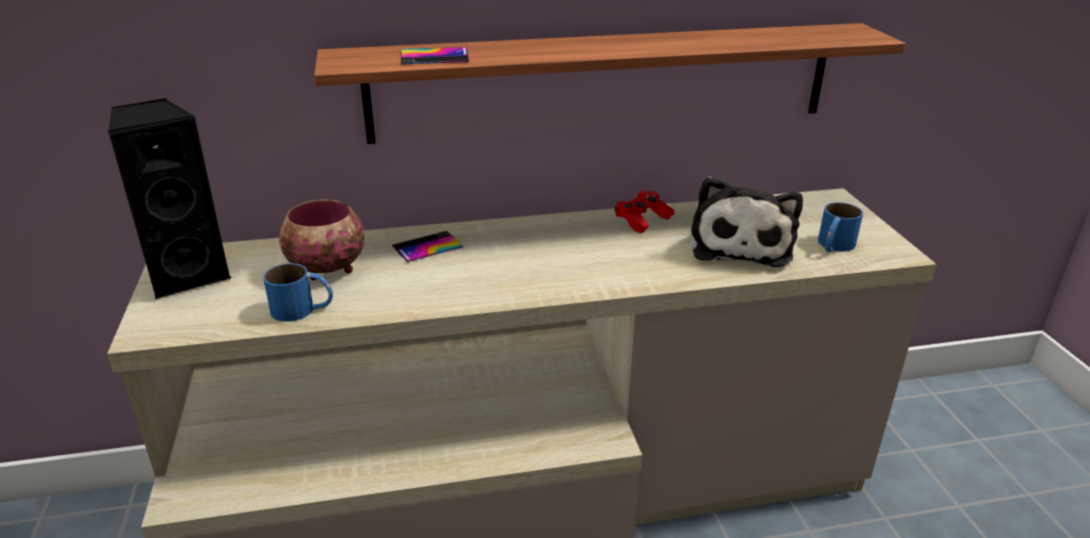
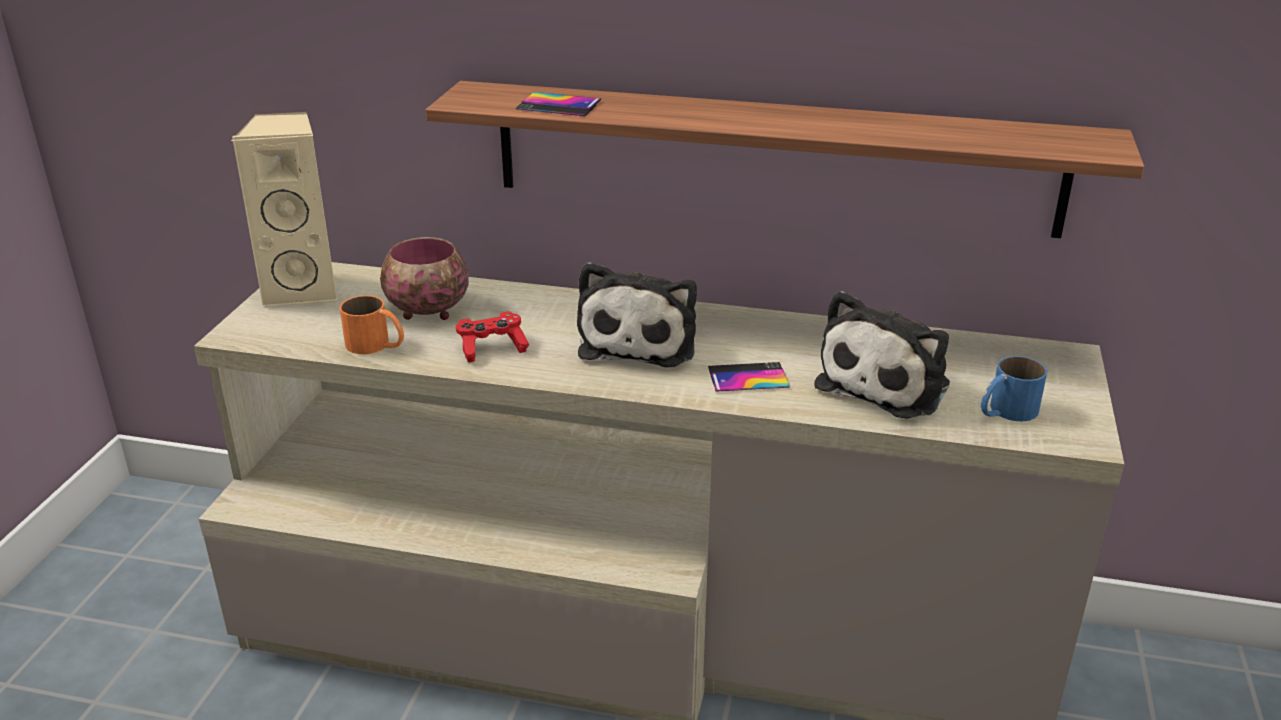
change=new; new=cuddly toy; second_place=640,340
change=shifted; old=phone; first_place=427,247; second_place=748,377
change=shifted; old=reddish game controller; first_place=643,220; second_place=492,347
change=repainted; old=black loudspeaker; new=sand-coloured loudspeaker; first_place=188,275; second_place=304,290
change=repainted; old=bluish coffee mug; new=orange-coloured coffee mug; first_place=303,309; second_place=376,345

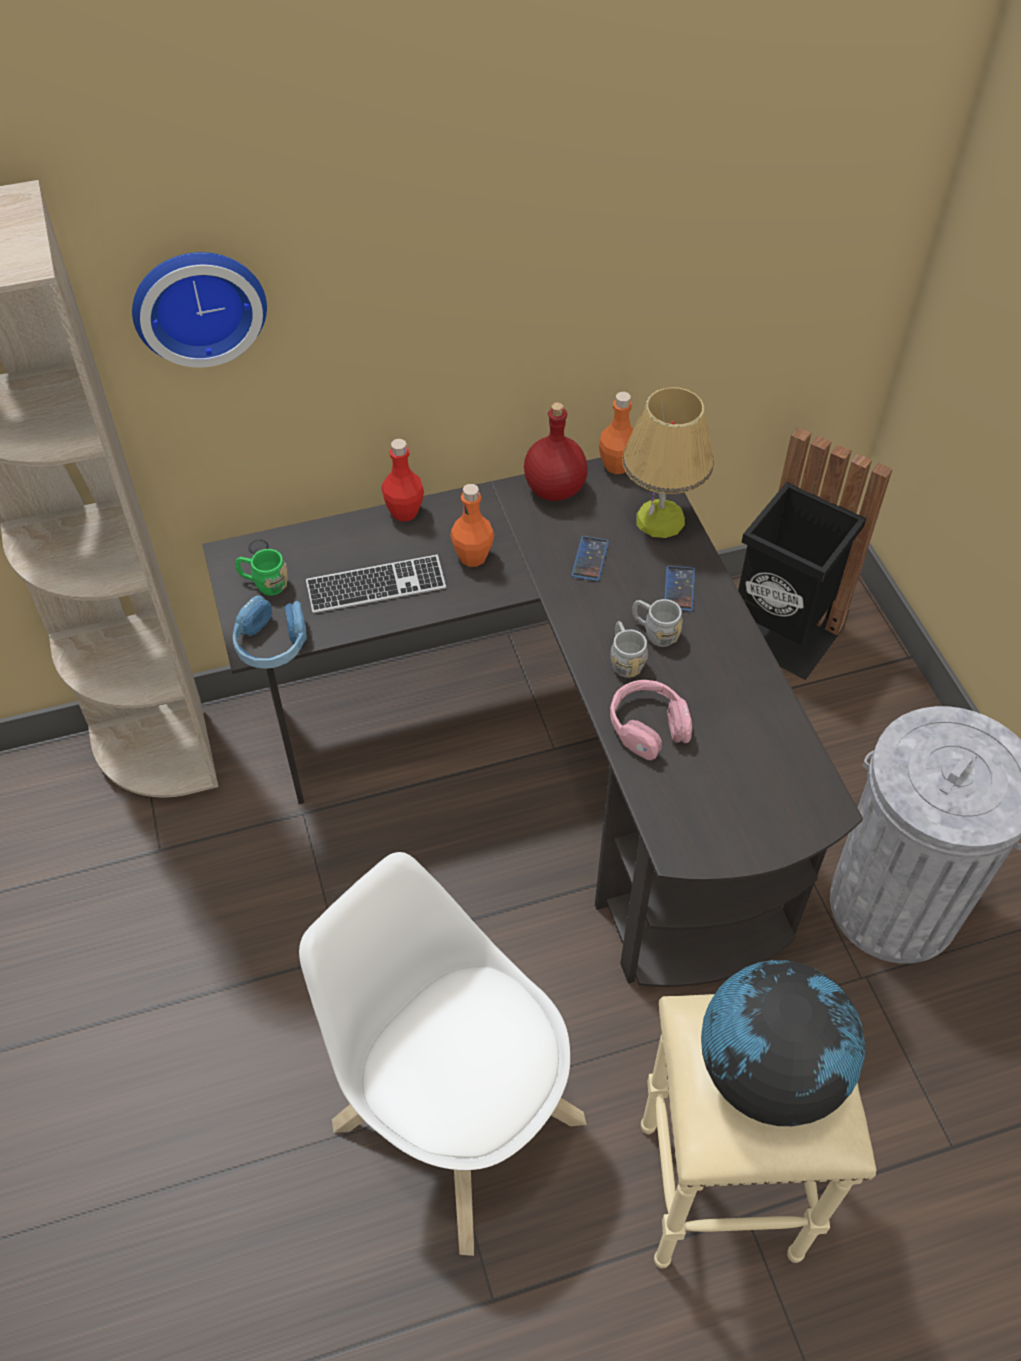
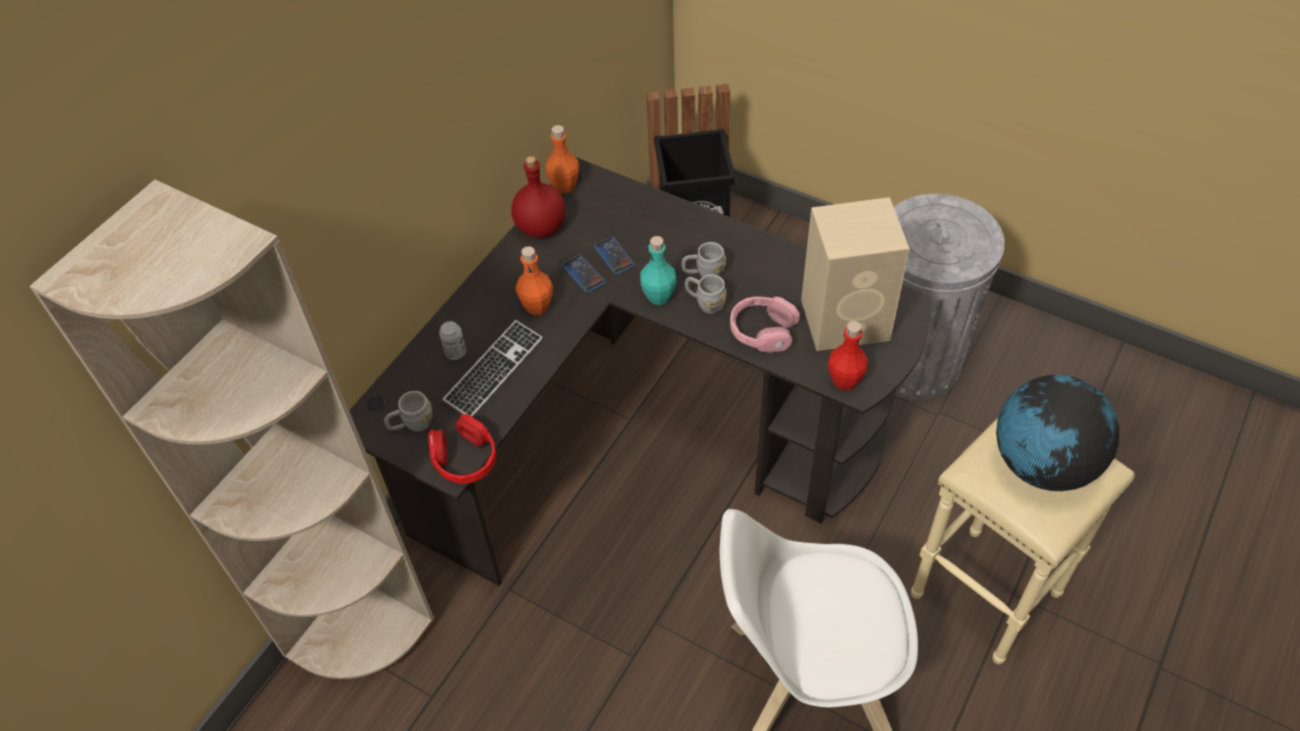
change=gone; old=wall clock; first_place=198,303
change=gone; old=tabletop lamp; first_place=660,519
change=new; new=sealed can; second_place=455,353
change=new; new=blue-green drink bottle; second_place=658,296
change=new; new=sand-coloured loudspeaker; second_place=847,319
change=shifted; old=reddish drink bottle; first_place=404,512; second_place=844,381
change=shifted; old=phone; first_place=679,589; second_place=583,274
change=repainted; old=bluish headset; new=reddish headset; first_place=272,644; second_place=465,459
change=repainted; old=green-coloured coffee mug; new=grey coffee mug; first_place=264,584; second_place=411,425

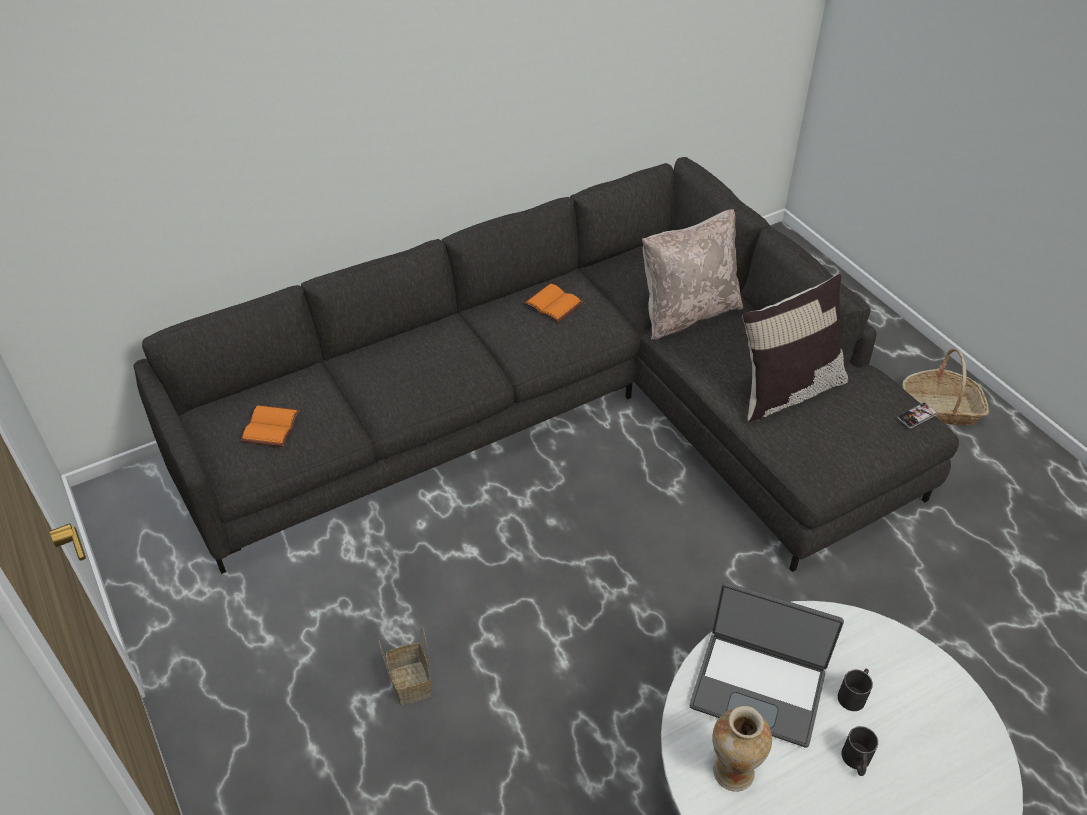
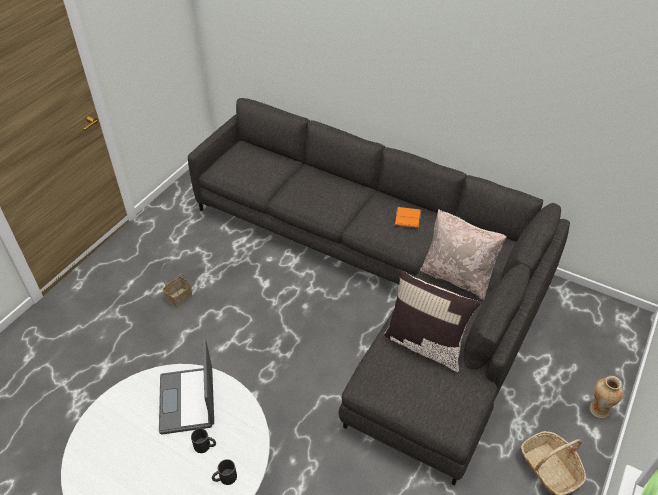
change=gone; old=orange-coloured book; first_place=272,428
change=gone; old=phone; first_place=916,416
change=shifted; old=flower vase; first_place=732,772; second_place=598,409
change=shifted; old=black coffee mug; first_place=856,762; second_place=224,478

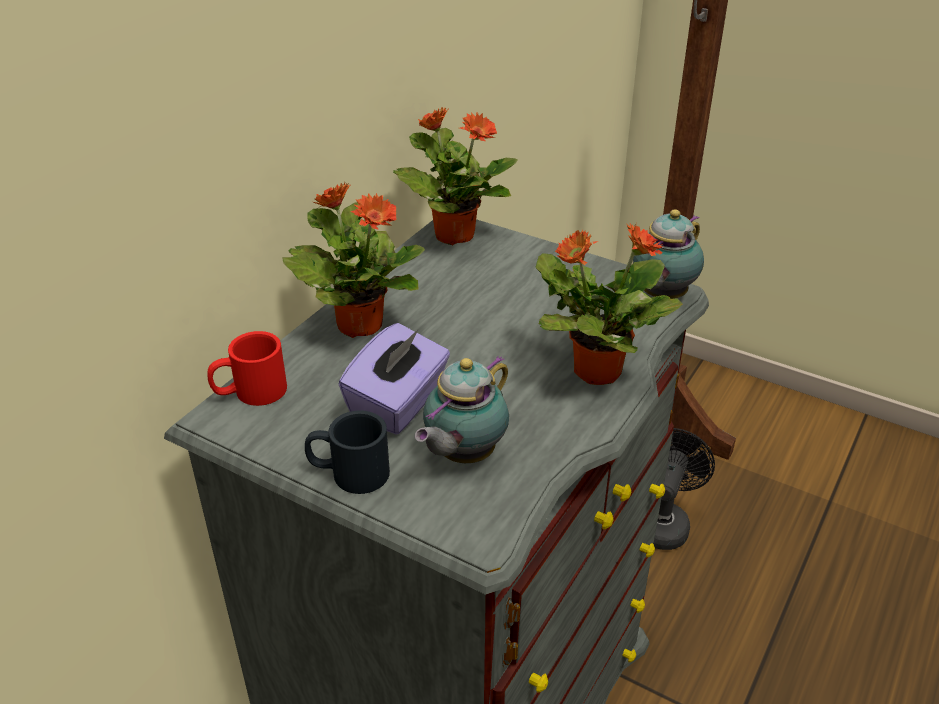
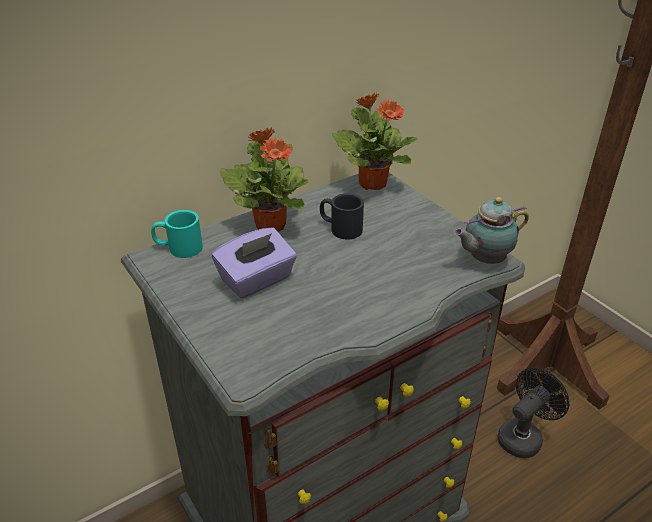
change=gone; old=tea pot; first_place=462,455
change=gone; old=houseplant; first_place=595,370
change=shifted; old=black coffee mug; first_place=348,473; second_place=340,228
change=repainted; old=reddish coffee mug; new=blue-green coffee mug; first_place=250,392; second_place=178,248

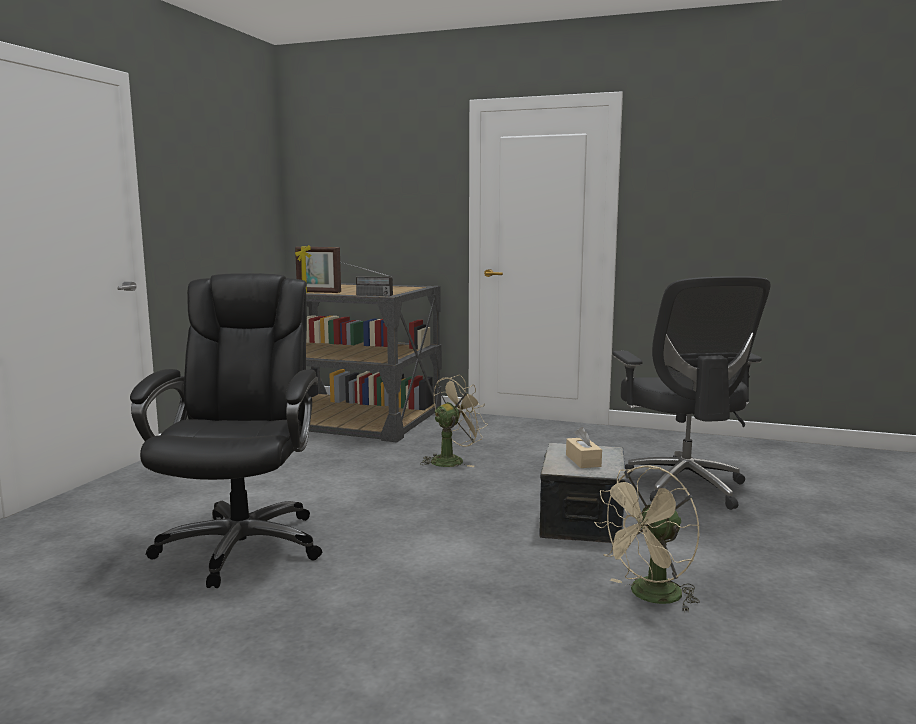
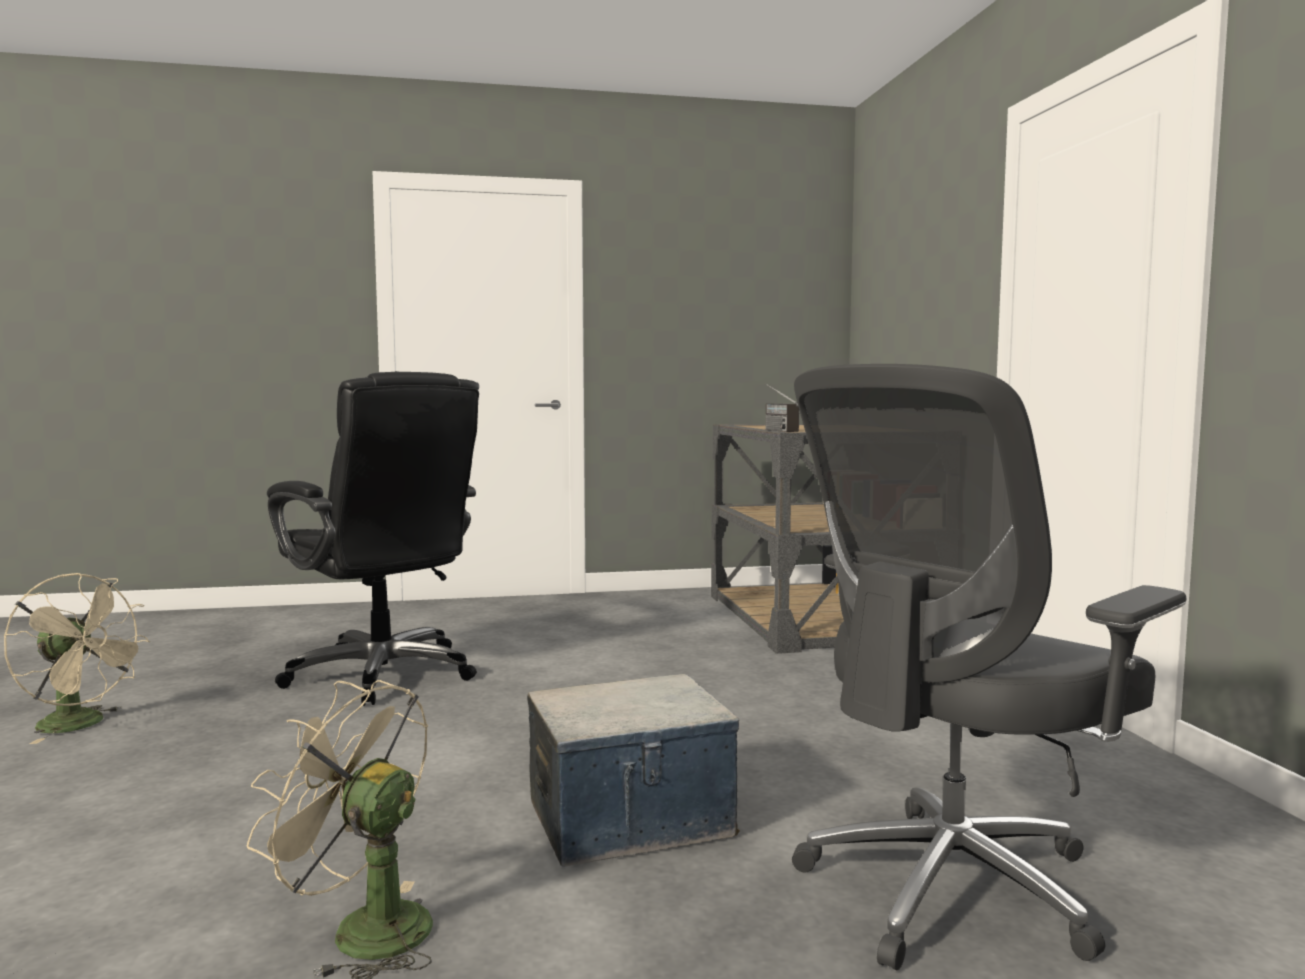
change=gone; old=standing frame; first_place=318,292
change=gone; old=sand-coloured box of tissues; first_place=583,461
change=shifted; old=sand-coloured electric fan; first_place=452,460; second_place=82,725
change=rotated; old=black desk chair; first_place=241,546; second_place=383,673; degrees=75

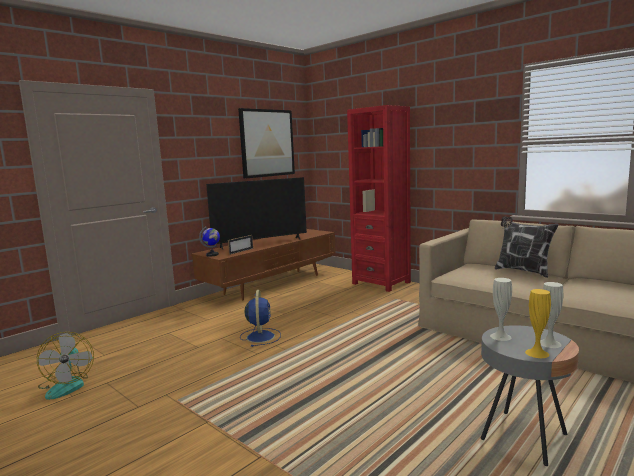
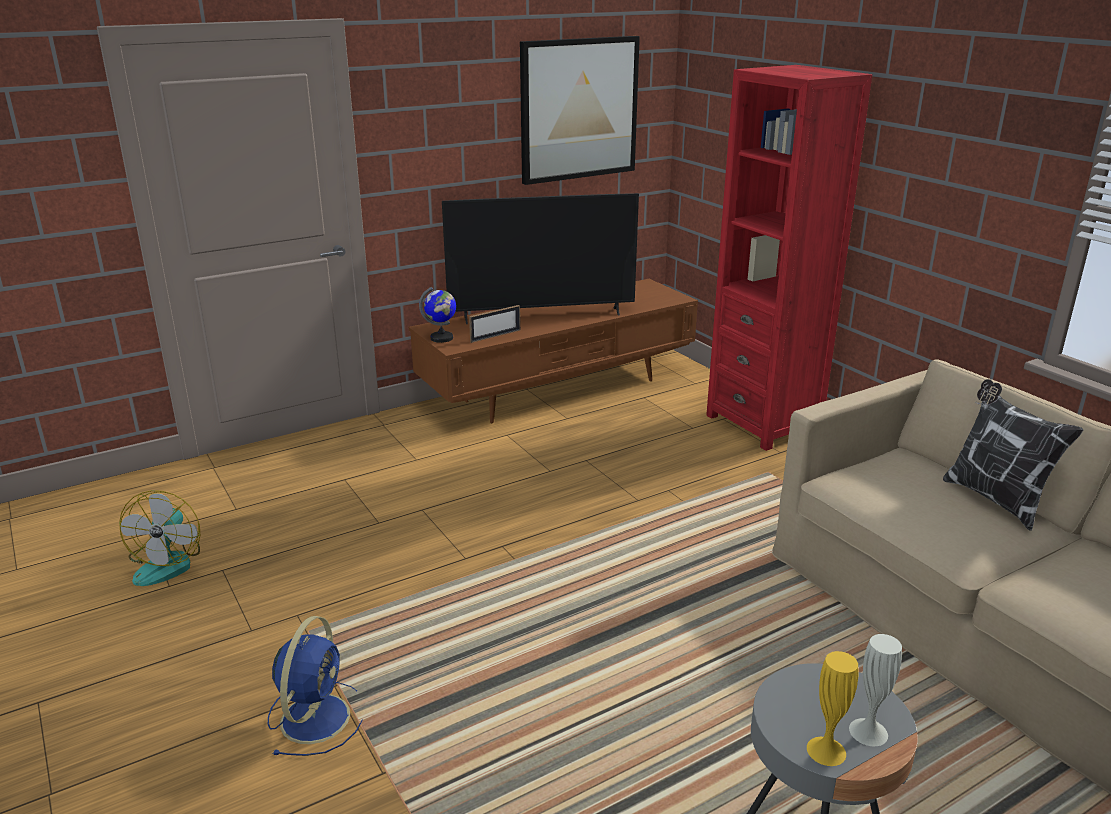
change=gone; old=white-coloured flower vase; first_place=500,336
change=shifted; old=bluish electric fan; first_place=260,336; second_place=316,716

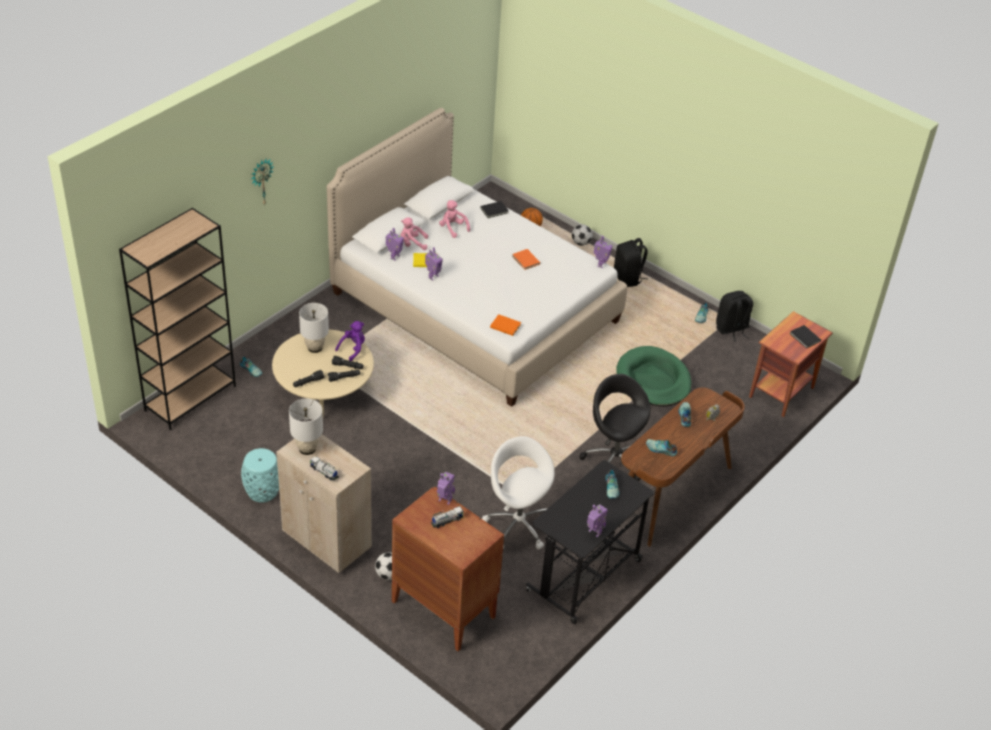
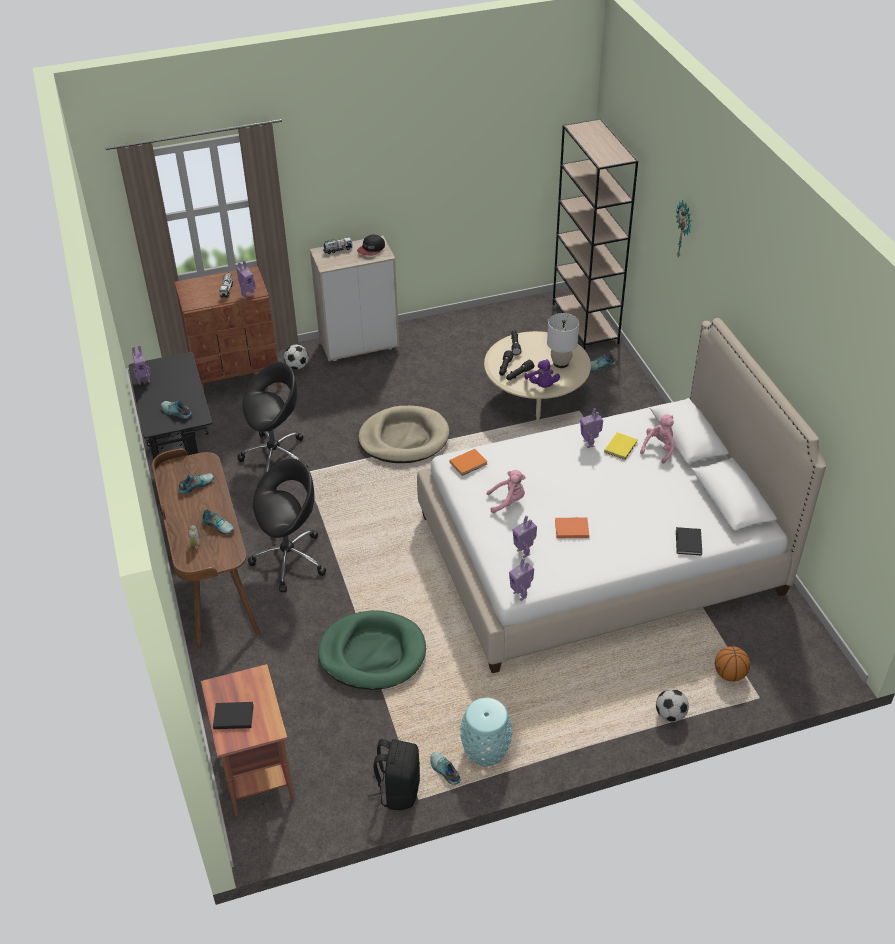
change=gone; old=black backpack; first_place=628,278
change=new; new=sand-coloured dog bed; second_place=404,438
change=shifted; old=blue-green stool seat; first_place=262,491; second_place=486,750
change=shifted; old=toy robot; first_place=394,257; second_place=524,552
change=shifted; old=pink cuddly toy; first_place=453,228; second_place=508,501
change=swapped; old=white-coloured tabletop lamp; new=peaked cap; first_place=307,448; second_place=371,249
change=repainted; old=white-coloured desk chair; new=black desk chair; first_place=517,524; second_place=277,457

